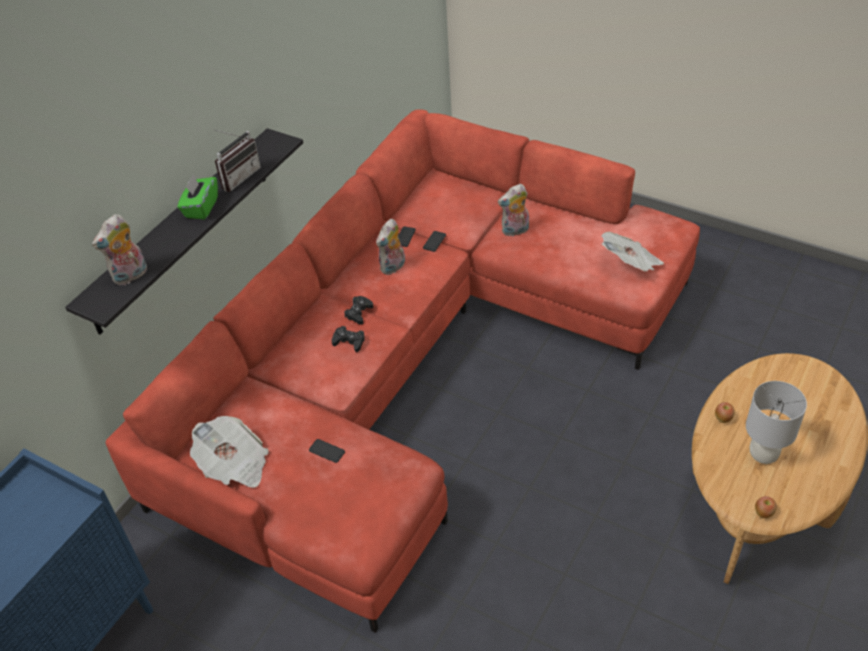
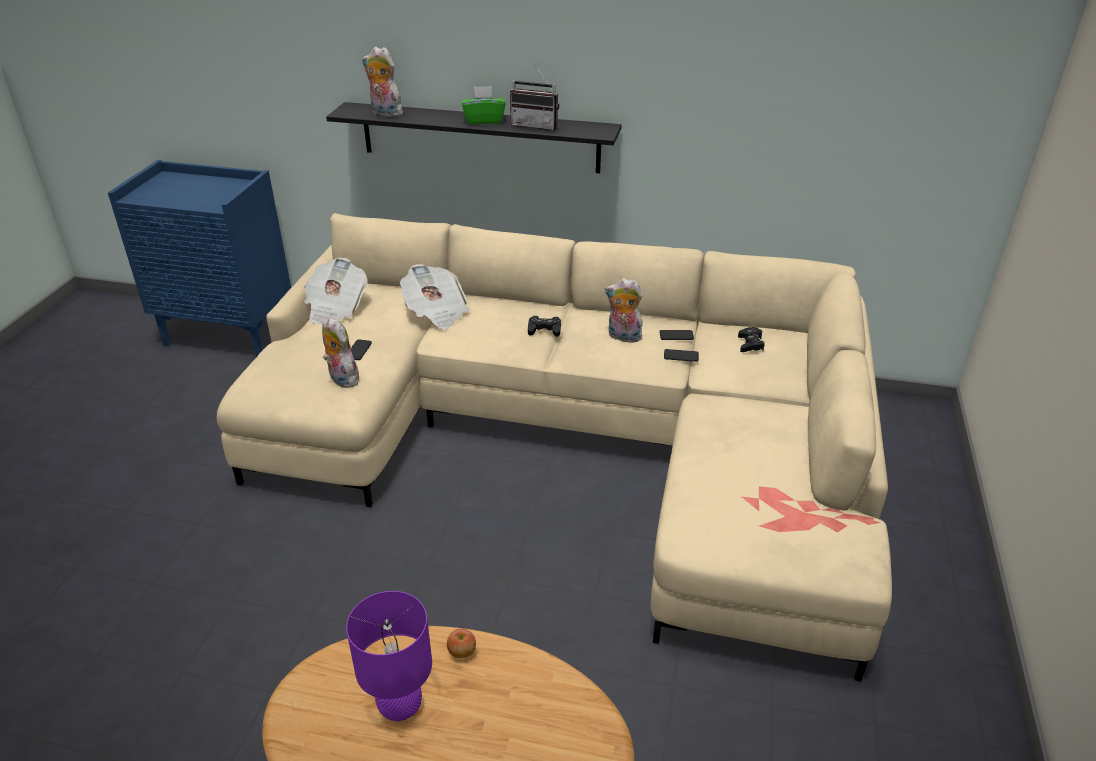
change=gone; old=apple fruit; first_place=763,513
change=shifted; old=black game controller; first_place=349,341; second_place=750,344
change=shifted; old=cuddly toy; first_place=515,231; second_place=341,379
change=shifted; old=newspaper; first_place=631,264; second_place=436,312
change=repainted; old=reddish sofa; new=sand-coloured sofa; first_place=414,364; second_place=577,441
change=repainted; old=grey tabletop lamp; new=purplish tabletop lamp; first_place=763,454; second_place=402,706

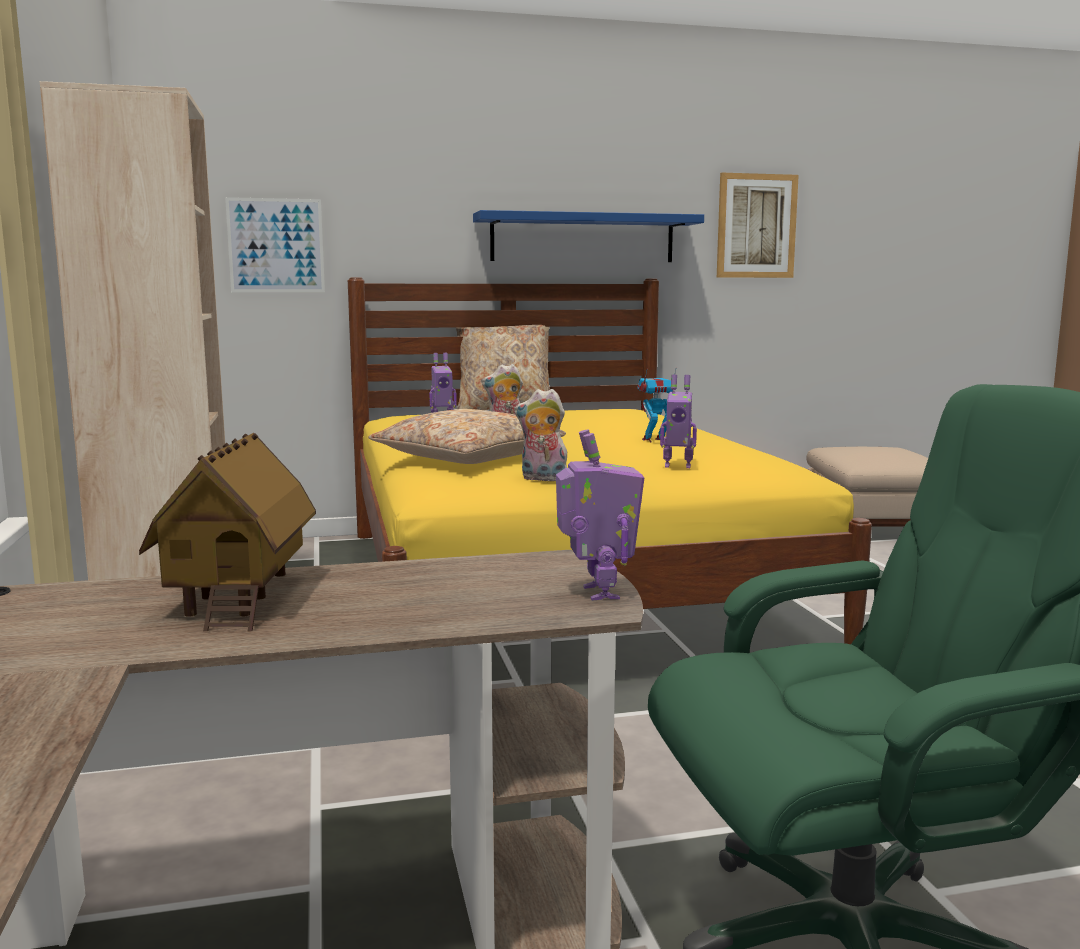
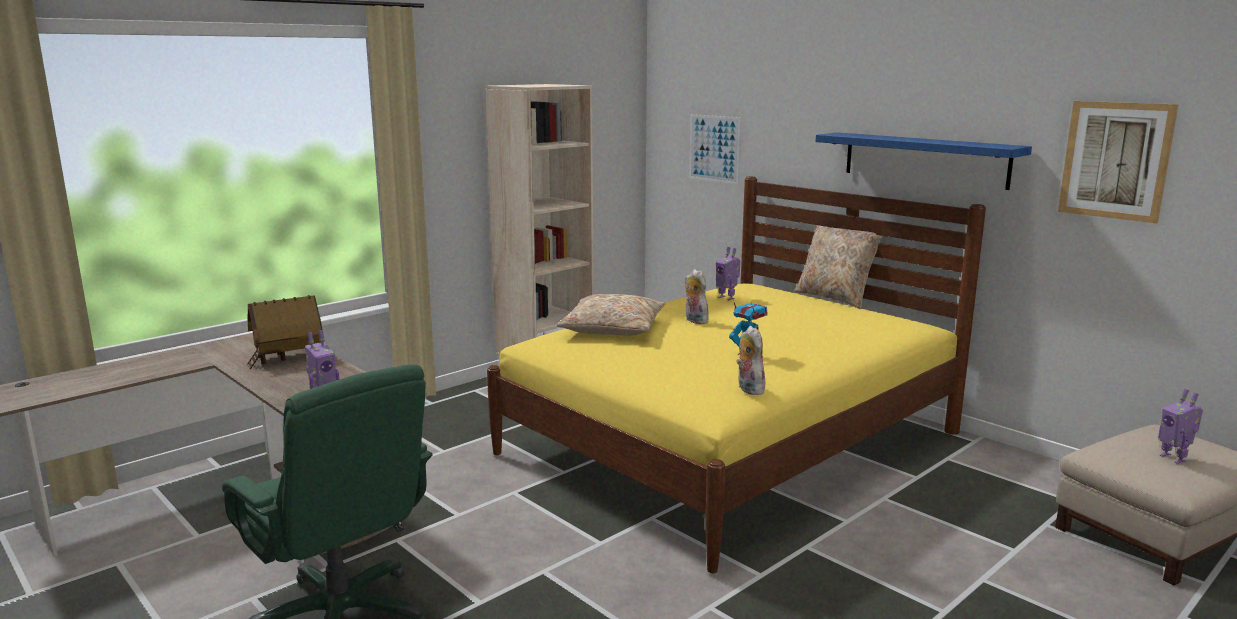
change=shifted; old=cuddly toy; first_place=542,479; second_place=748,389
change=shifted; old=toy robot; first_place=677,466; second_place=1174,458

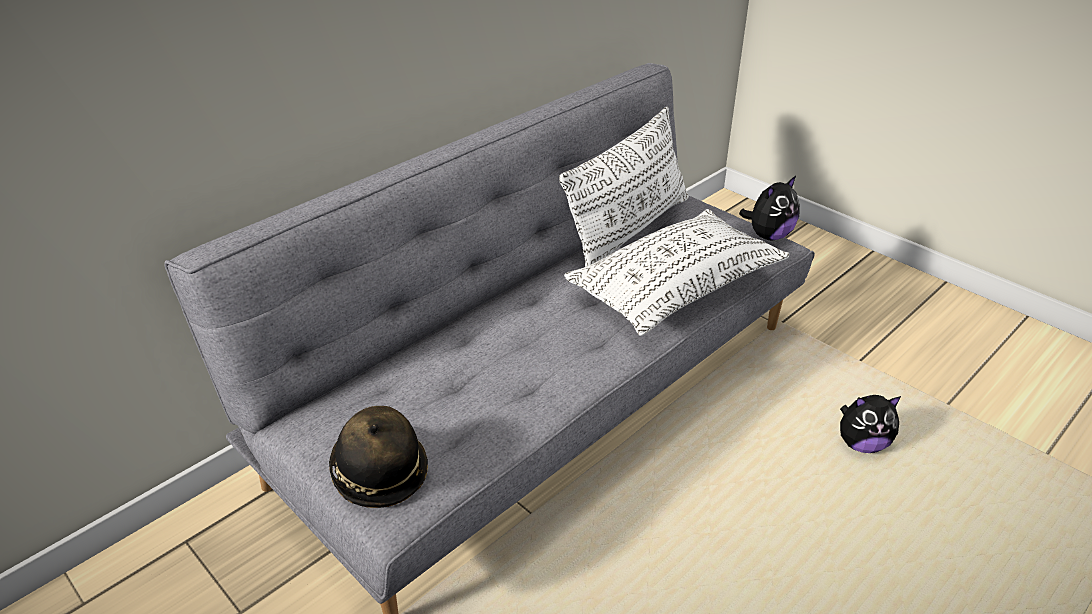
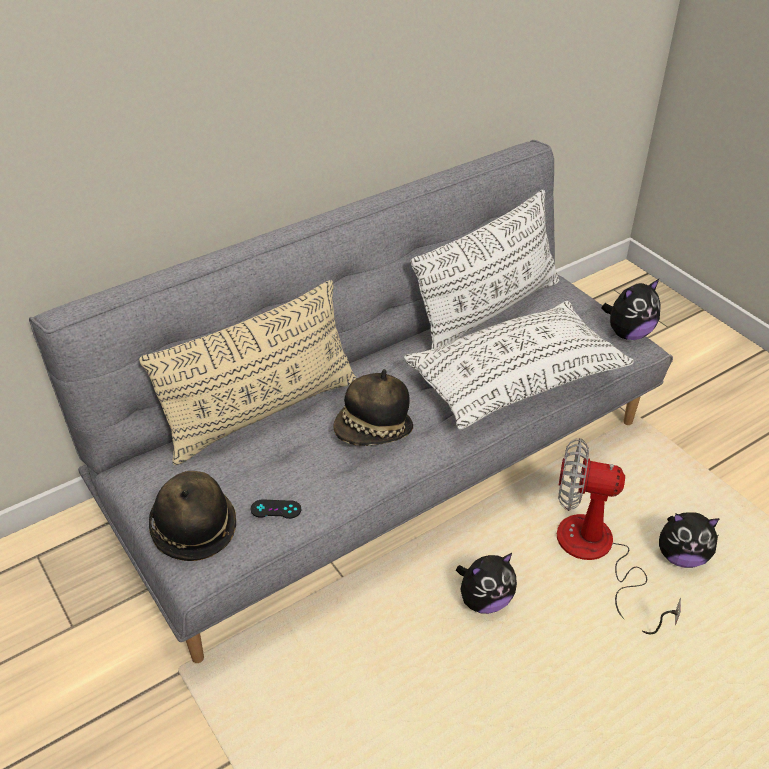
change=new; new=sand-coloured pillow; second_place=262,413
change=new; new=black game controller; second_place=276,509
change=new; new=clothing hat; second_place=373,431
change=new; new=cuddly toy; second_place=484,600
change=new; new=electric fan; second_place=596,555

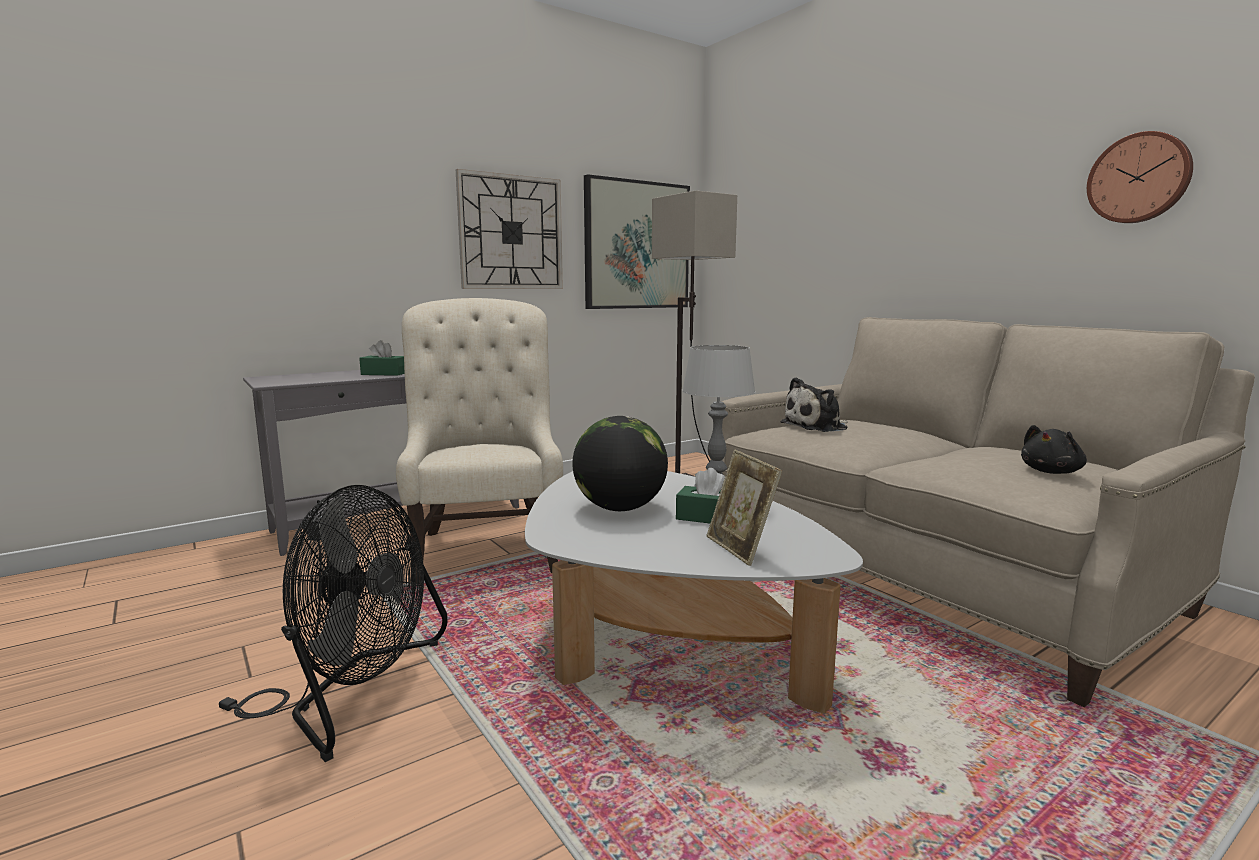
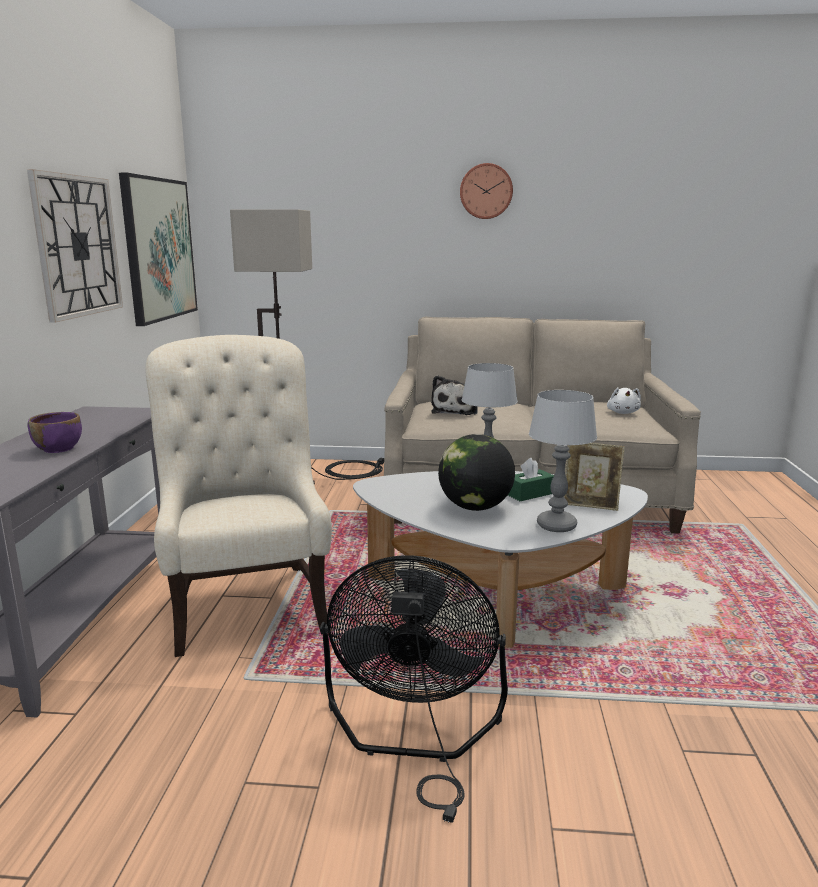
change=new; new=tabletop lamp; second_place=556,525
change=shifted; old=wall clock; first_place=1139,178; second_place=486,191
change=swapped; old=green-coloured box of tissues; new=purplish serving bowl; first_place=384,374; second_place=59,448
change=repainted; old=black cuddly toy; new=white-coloured cuddly toy; first_place=1052,472; second_place=623,412
change=rotated; old=black electric fan; first_place=348,694; second_place=416,739; degrees=-45
change=rotated; old=sand-coloured armchair; first_place=486,551; second_place=247,605; degrees=45

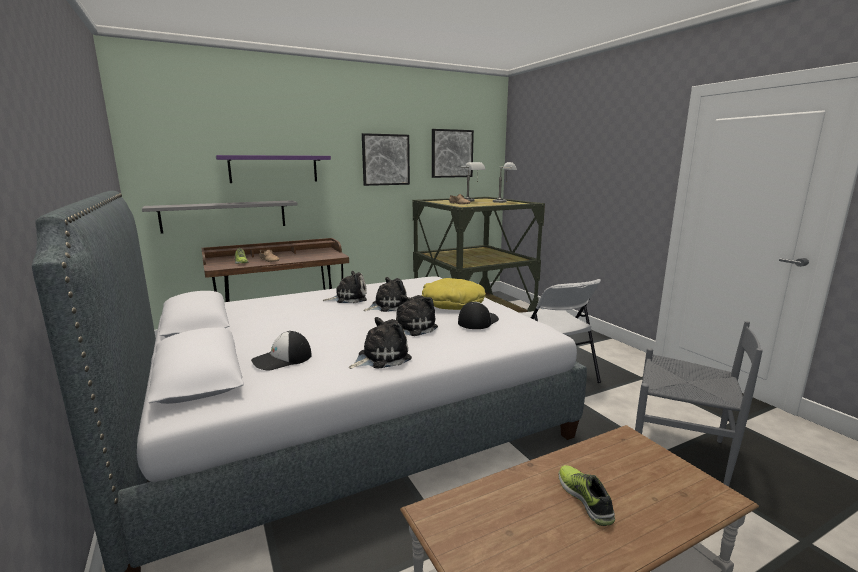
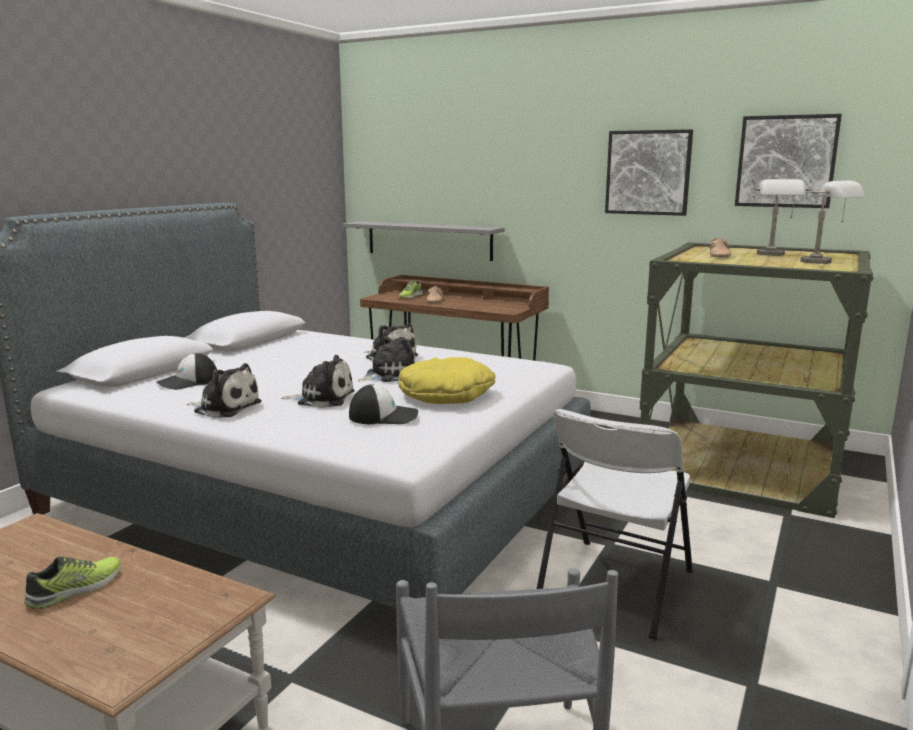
change=gone; old=purplish bracket shelf; first_place=274,169
change=rotated; old=peaked cap; first_place=282,359; second_place=188,382; degrees=-60
change=rotated; old=cuddly toy; first_place=388,306; second_place=389,375; degrees=-60

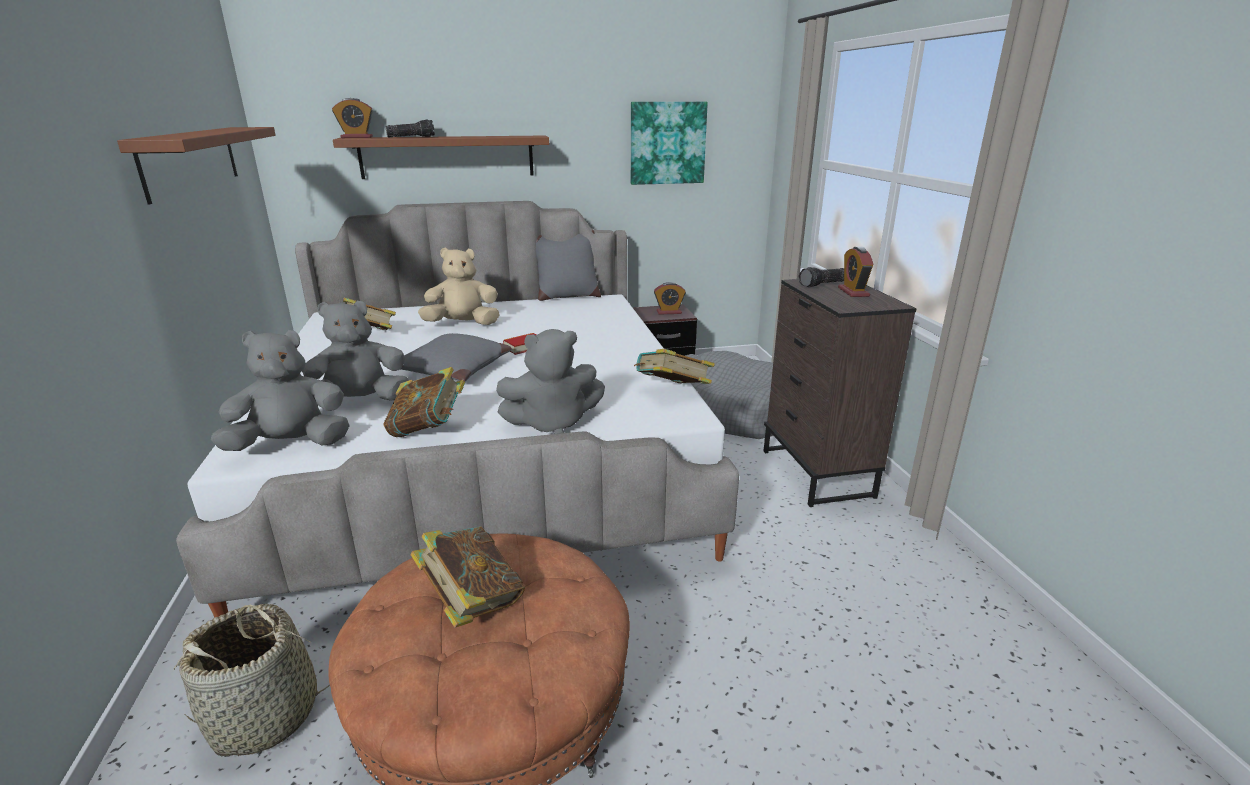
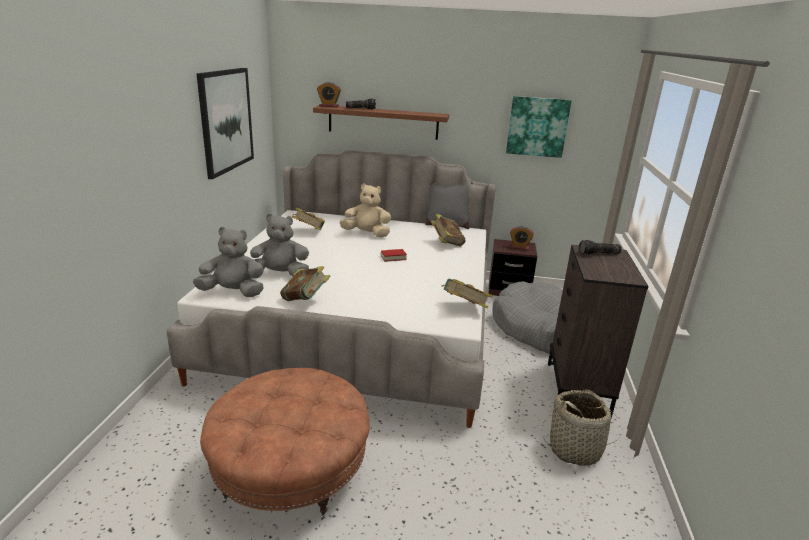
change=gone; old=grey pillow; first_place=454,369
change=gone; old=grey cuddly toy; first_place=552,423
change=gone; old=table clock; first_place=853,292
change=shifted; old=storage basket; first_place=266,716; second_place=575,449
change=shifted; old=book; first_place=472,602; second_place=447,243
change=swapped; old=brownish bracket shelf; new=wall art; first_place=191,160; second_place=226,120

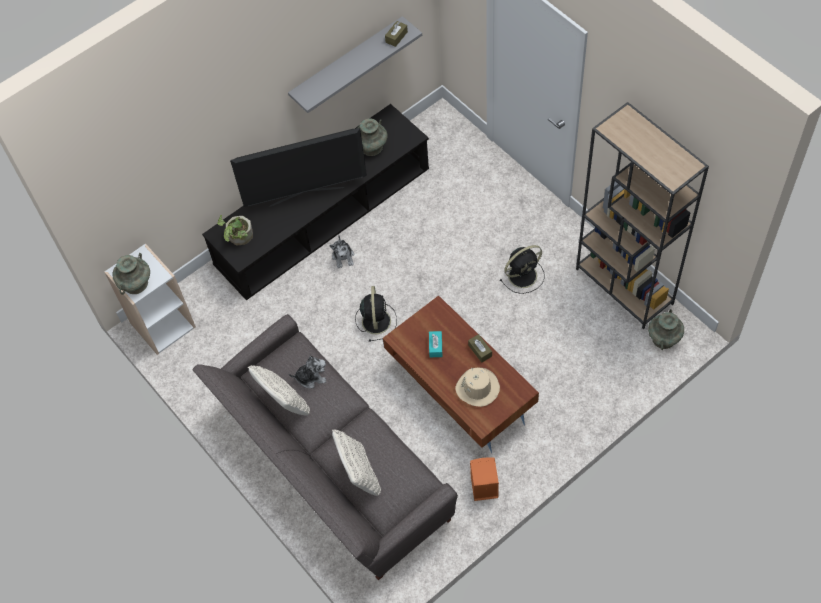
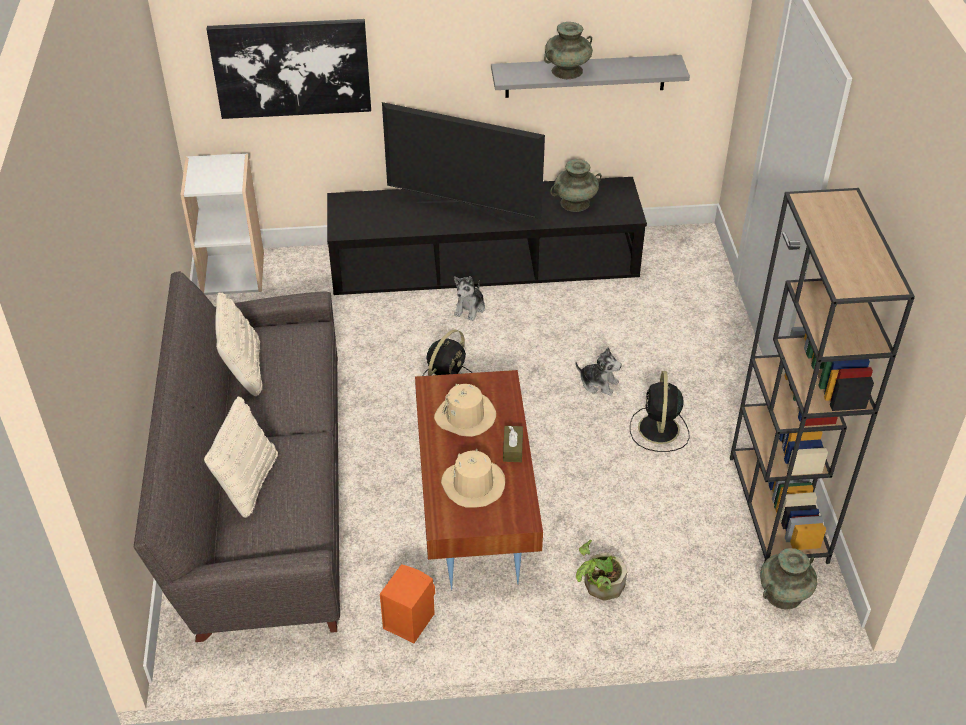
change=gone; old=brownish box of tissues; first_place=396,37
change=new; new=wall art; second_place=291,68
change=shifted; old=blue-green flower vase; first_place=135,284; second_place=567,71
change=shifted; old=houseplant; first_place=238,238; second_place=599,586
change=shifted; old=cuddly toy; first_place=311,377; second_place=598,383
change=swapped; old=blue-green box of tissues; new=sand-coloured clothing hat; first_place=435,346; second_place=465,416
change=rotated; old=black electric fan; first_place=523,275; second_place=658,430; degrees=90

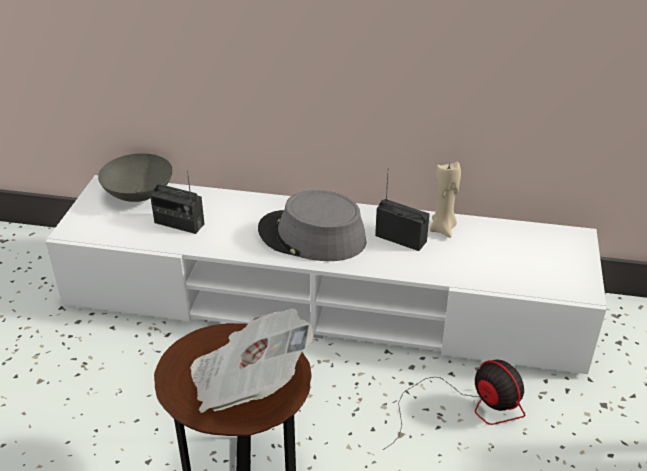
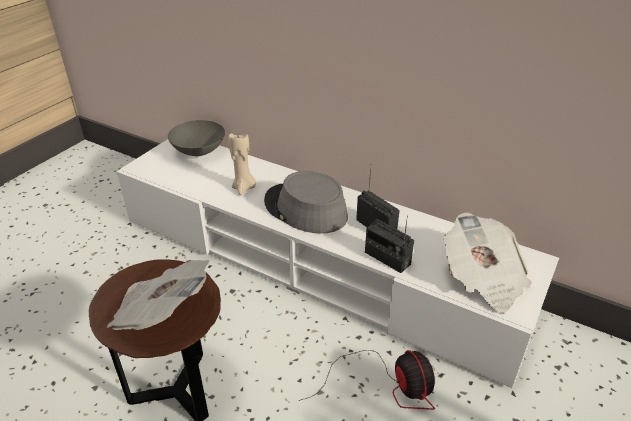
change=new; new=newspaper; second_place=483,279
change=shifted; old=radio set; first_place=179,223; second_place=387,258
change=shifted; old=sand-coloured wax light; first_place=443,228; second_place=244,188

